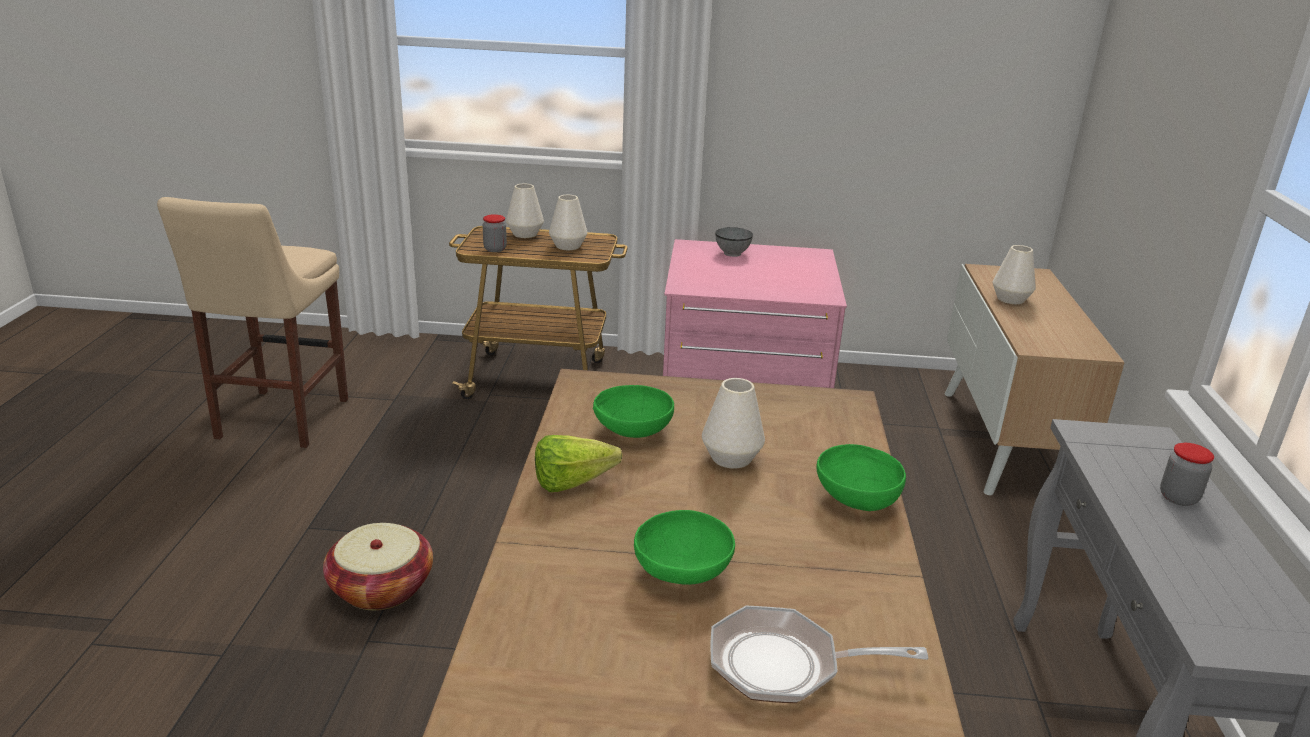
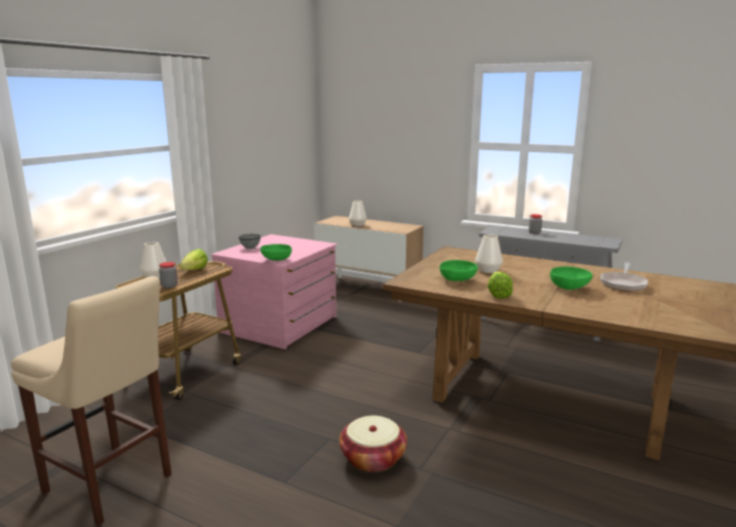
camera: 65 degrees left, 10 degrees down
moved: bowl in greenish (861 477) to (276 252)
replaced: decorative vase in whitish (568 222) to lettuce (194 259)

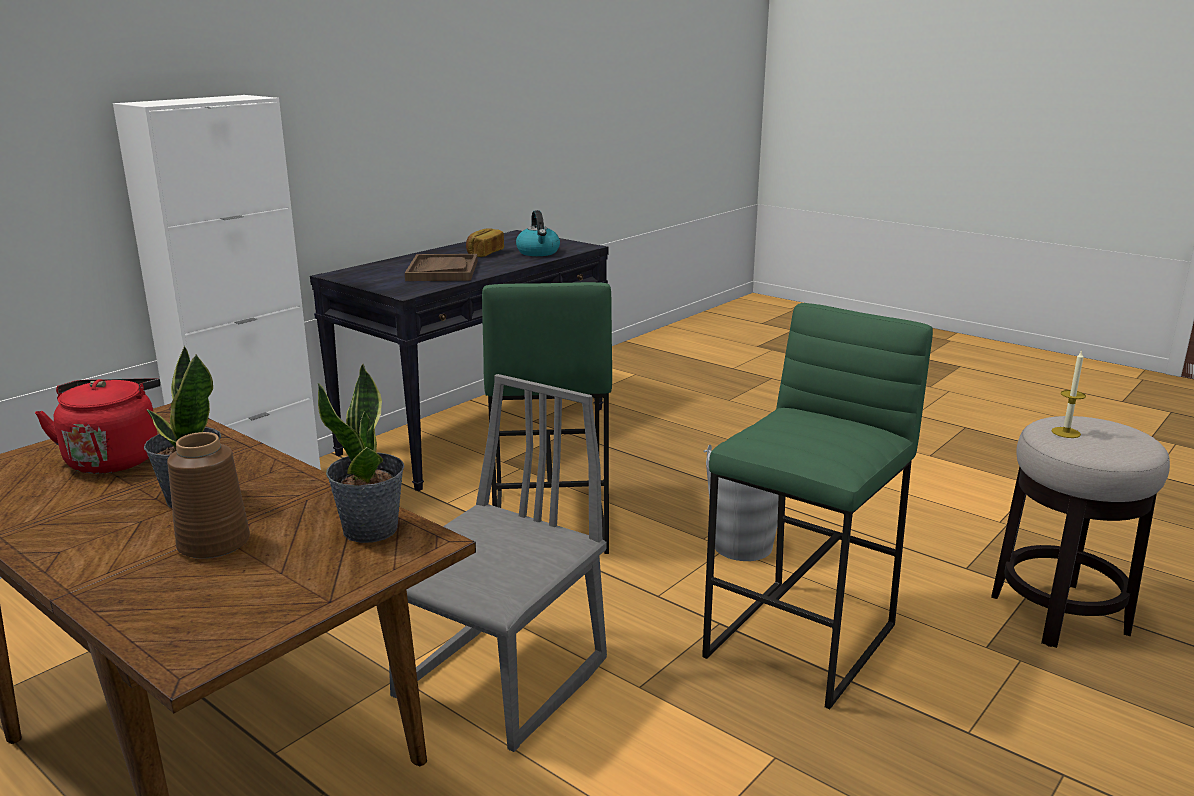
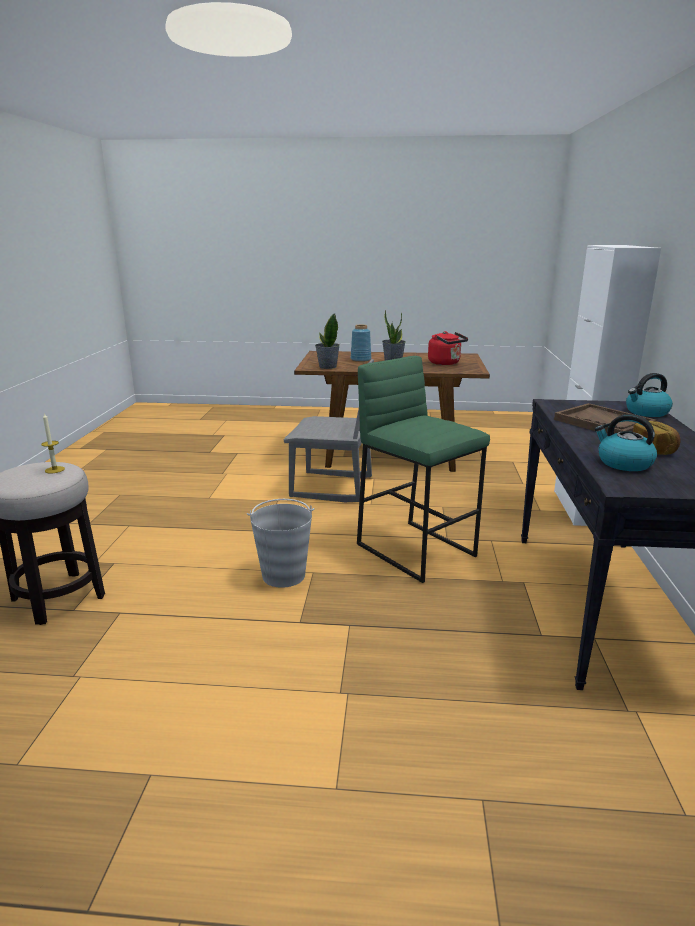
camera: 145 degrees right, 0 degrees up
removed: stool seat in greenish (817 506)
added: kettle (649 395)
recoloured: decorative vase in brown-coloured (208 495) to decorative vase in blue (361 343)
turned: upright chair in greyish (498 563) = (329 430) 75 degrees counterclockwise

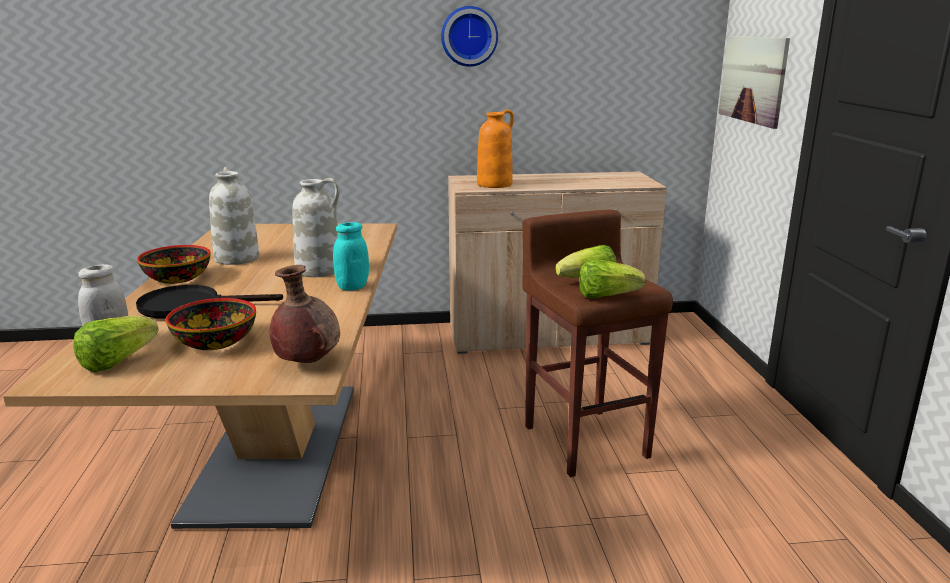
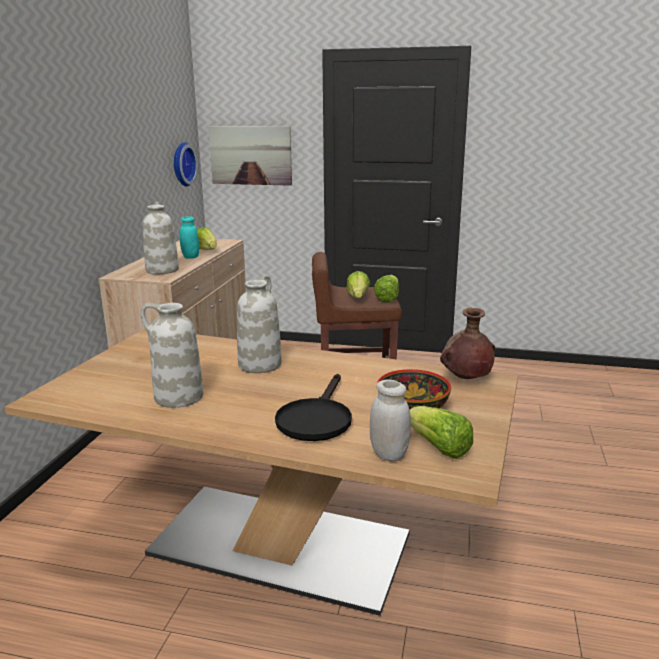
camera: 70 degrees left, 0 degrees up
removed: bowl (174 264)
added: lettuce (207 238)
moved: clock on the wall (469 36) to (186 164); jar in blue-green (351 256) to (189 237)
recoloured: decorative vase in orange (495 148) to decorative vase in whitish (160 237)

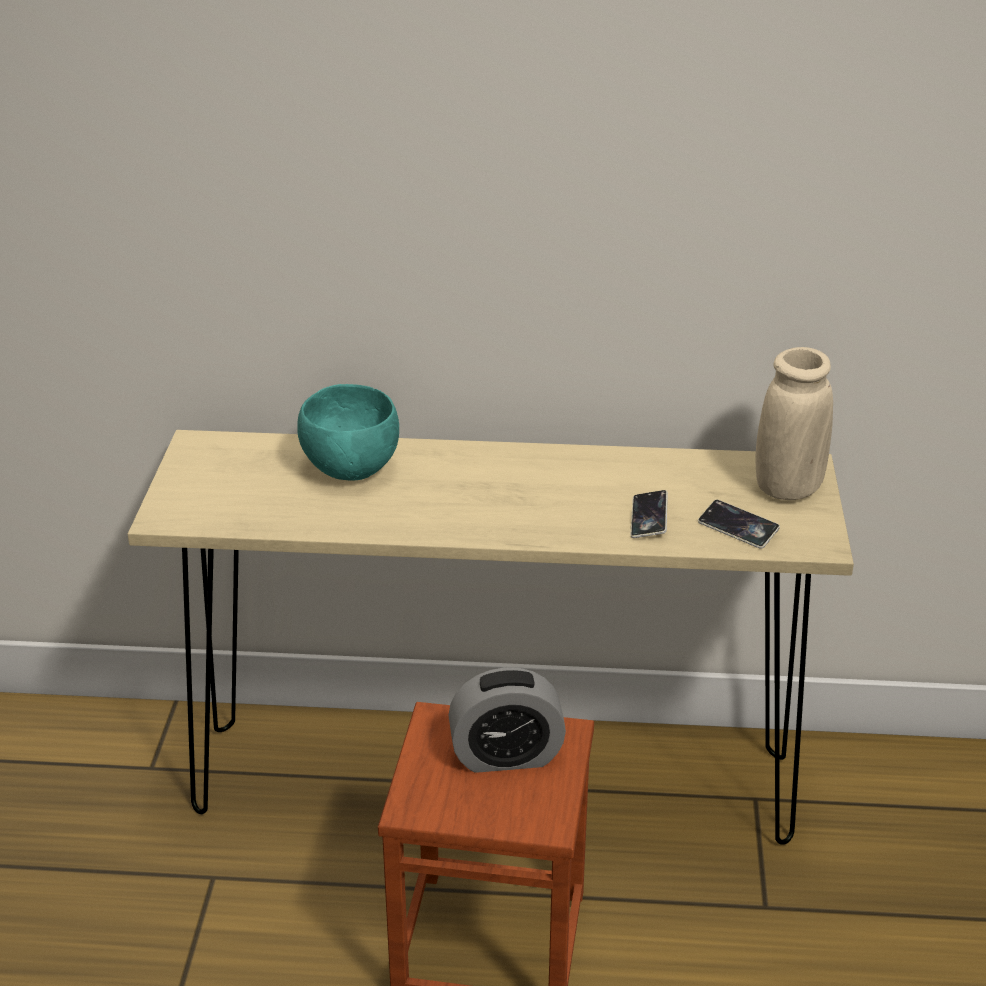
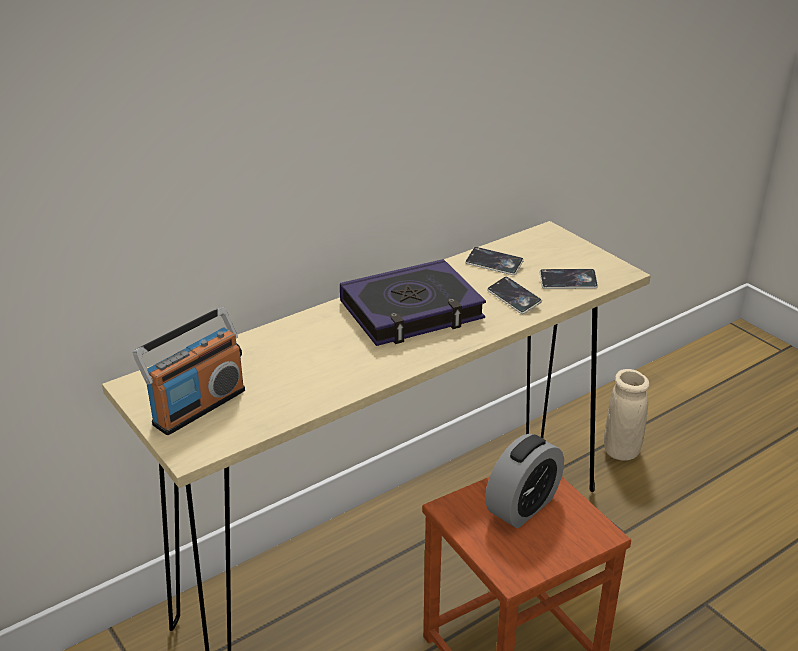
camera: 40 degrees left, 0 degrees up
removed: bowl in blue-green (348 432)
added: radio receiver (189 371); bound book (413 302); phone (494 261)
moved: decorative vase in sand-coloured (794 423) to (626 415)

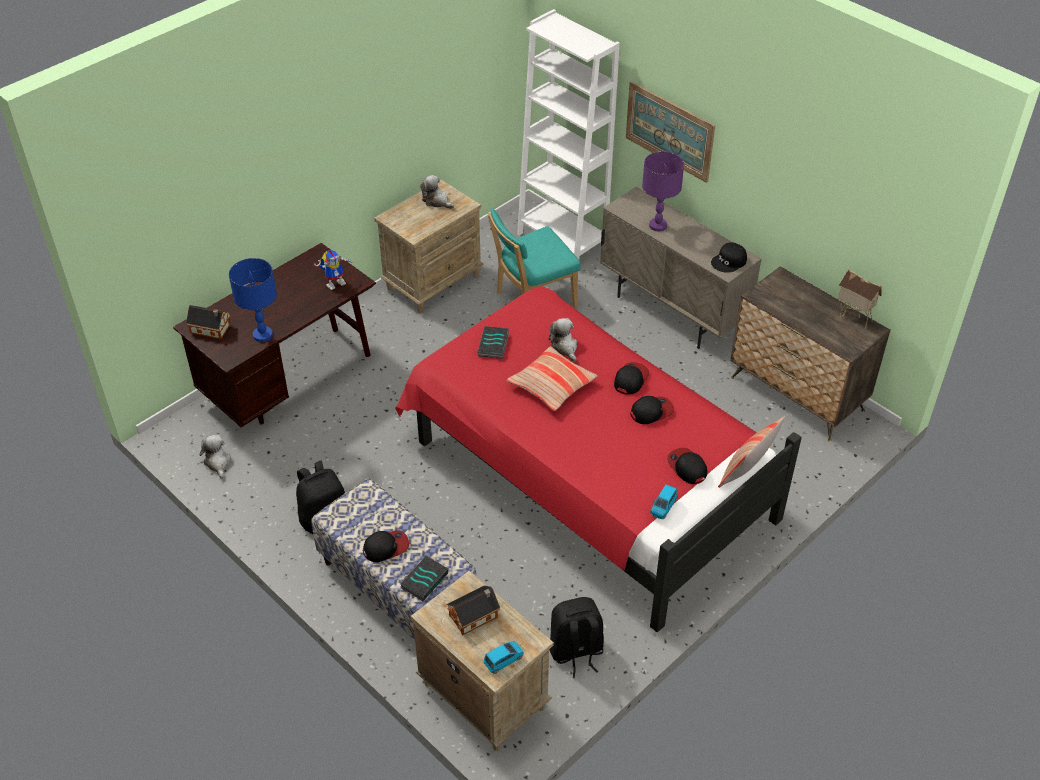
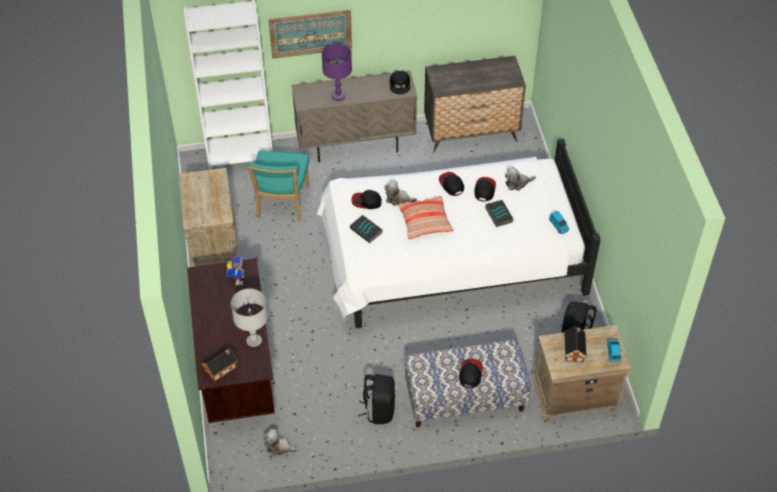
camera: 55 degrees left, 5 degrees up
removed: pillow (751 452); toy house (860 299)
moved: baseball cap (687 466) to (366 199); bound book (424 578) to (499 213); plush toy (437 192) to (520 178)
recoloured: table lamp in blue (253 300) to table lamp in greyish (249 318); sleeping bed in reddish (598 459) to sleeping bed in whitish (459 233)

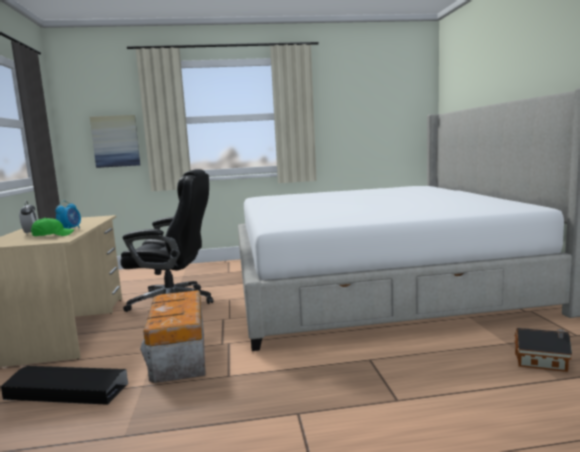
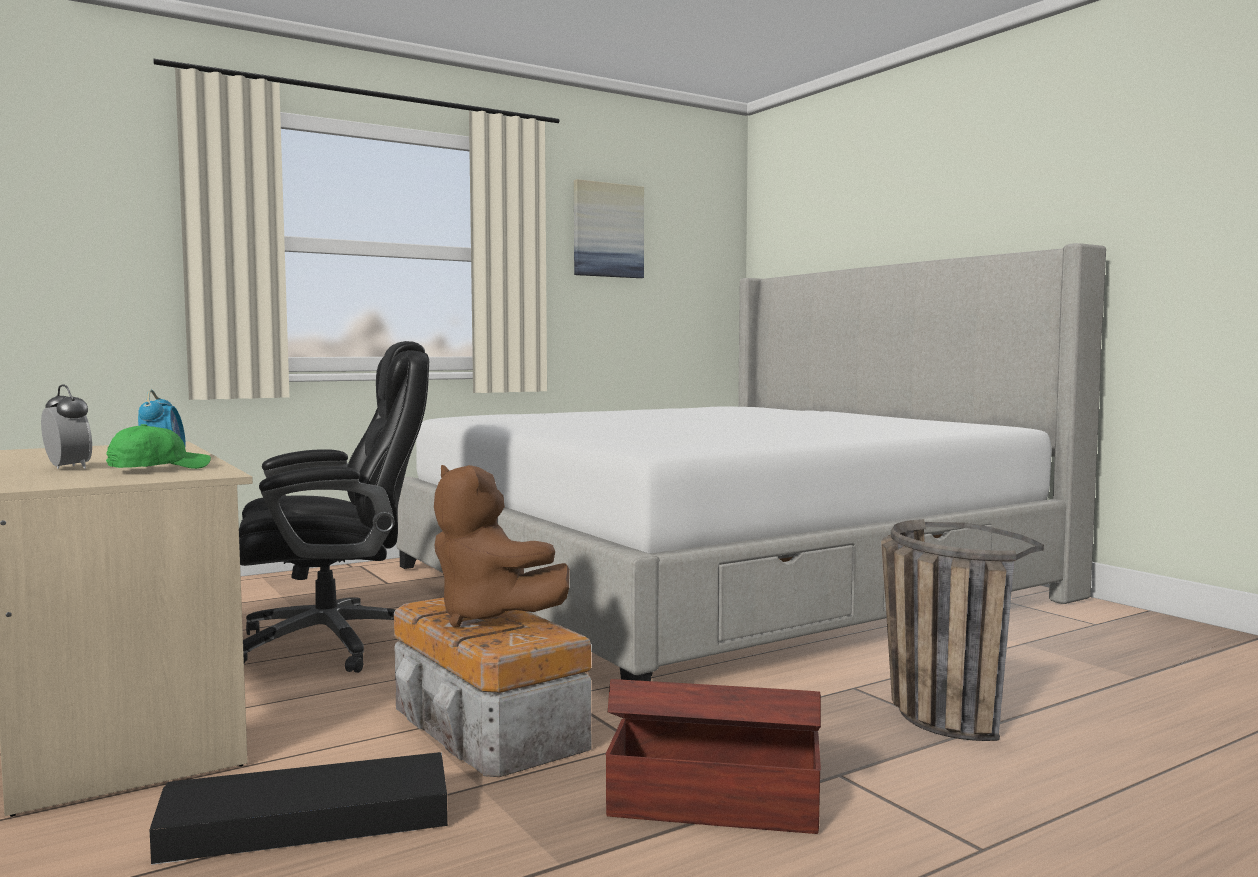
camera: 25 degrees left, 5 degrees down
removed: toy house (543 350)
added: plush toy in brown-coloured (502 546); storage container in brown-coloured (713 756); storage basket (962 630)
moved: wall picture (115 141) to (609 228)

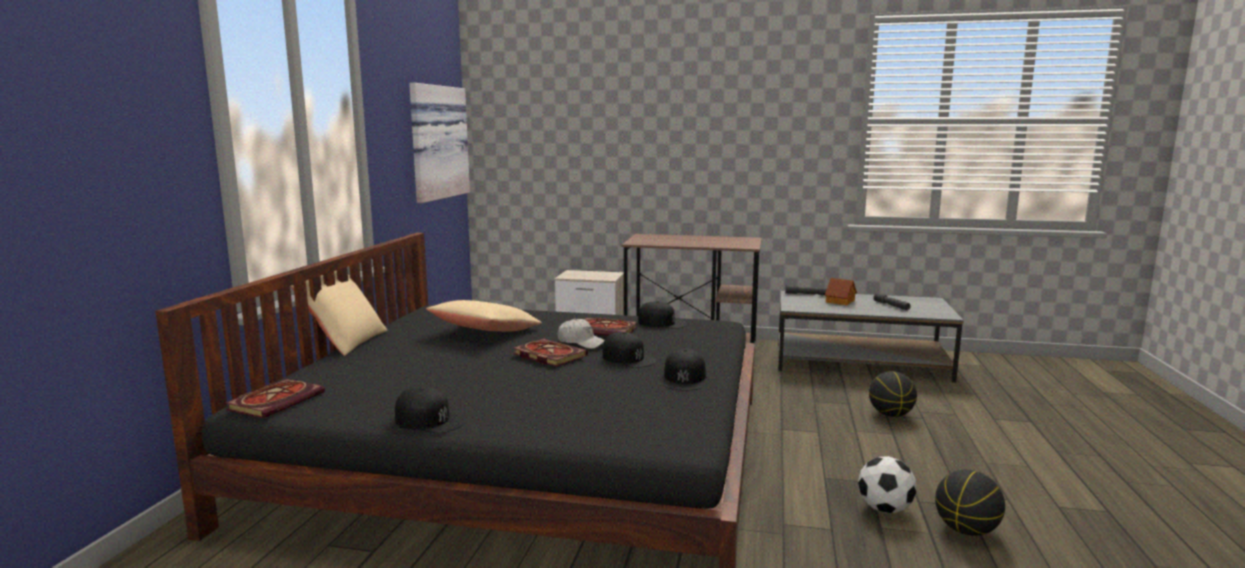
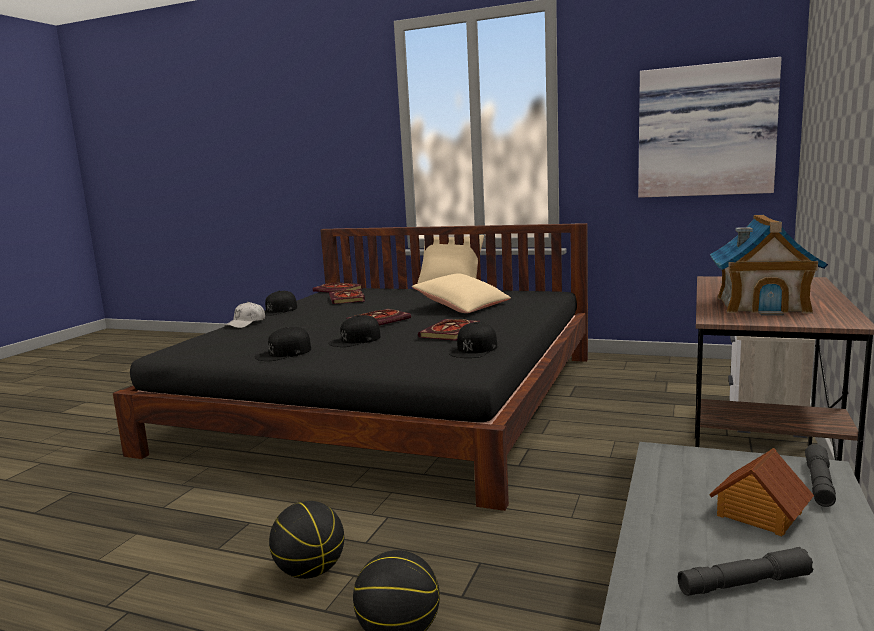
camera: 100 degrees right, 0 degrees up
removed: football ball (887 484)
added: bound book (347 296); toy house (769 265)
moved: baseball cap in whitish (581 333) to (244 315); basketball (970 503) to (306 540)
turned: baseball cap in black (684 369) = (283 344) 60 degrees counterclockwise

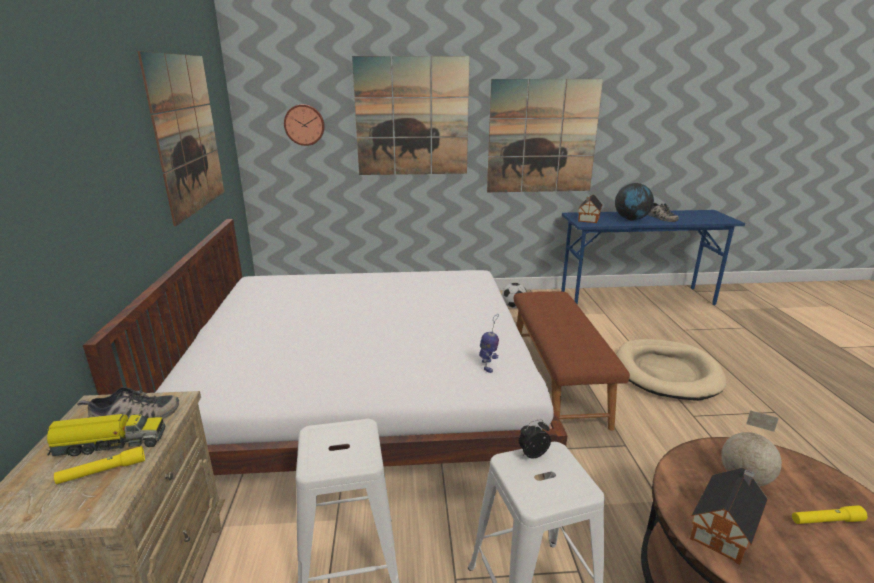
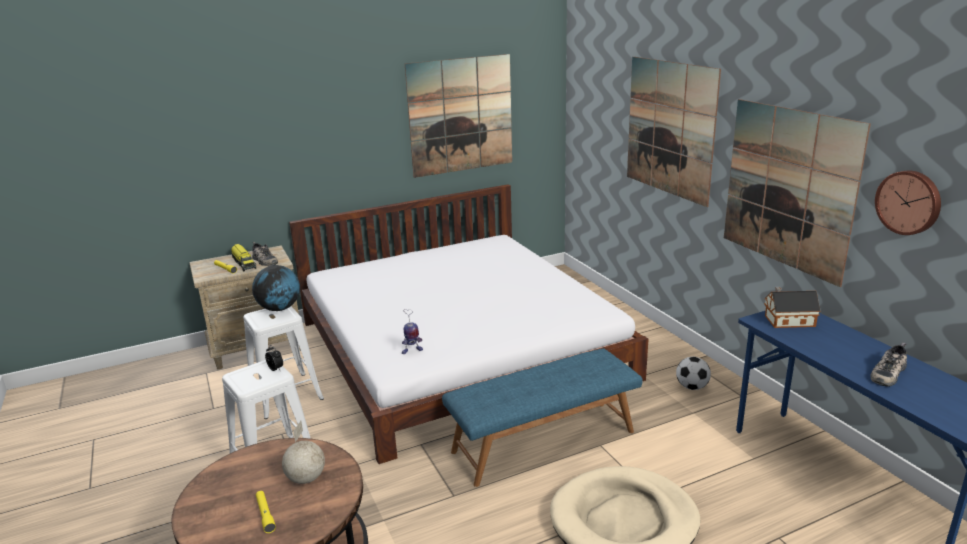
camera: 70 degrees right, 0 degrees up
removed: toy house (729 516)
moved: desk globe (634 202) to (276 288); clock on the wall (304 125) to (908 203)
recoloured: indoor bench in brown-coloured (572 361) to indoor bench in blue (542 417)

